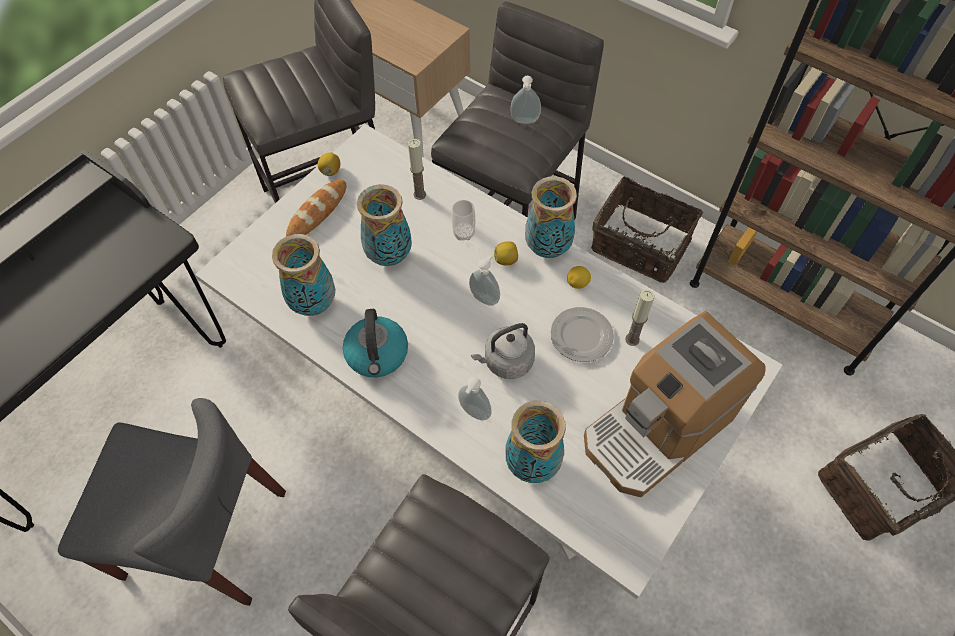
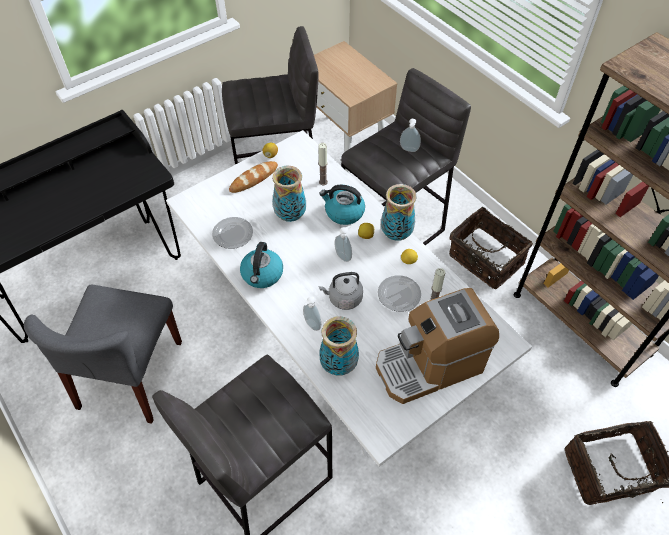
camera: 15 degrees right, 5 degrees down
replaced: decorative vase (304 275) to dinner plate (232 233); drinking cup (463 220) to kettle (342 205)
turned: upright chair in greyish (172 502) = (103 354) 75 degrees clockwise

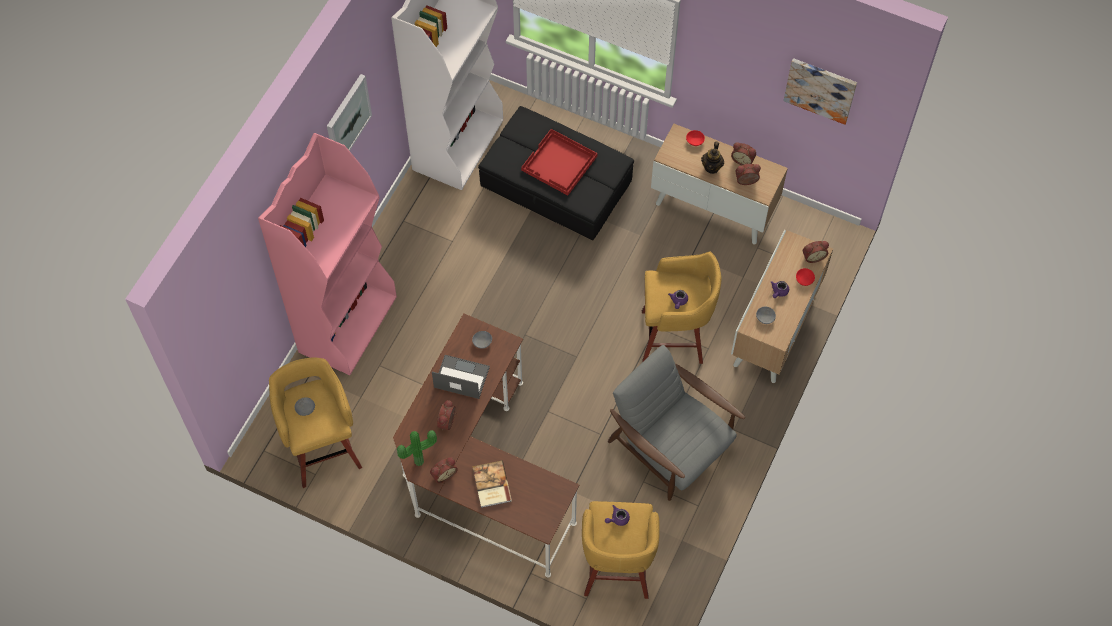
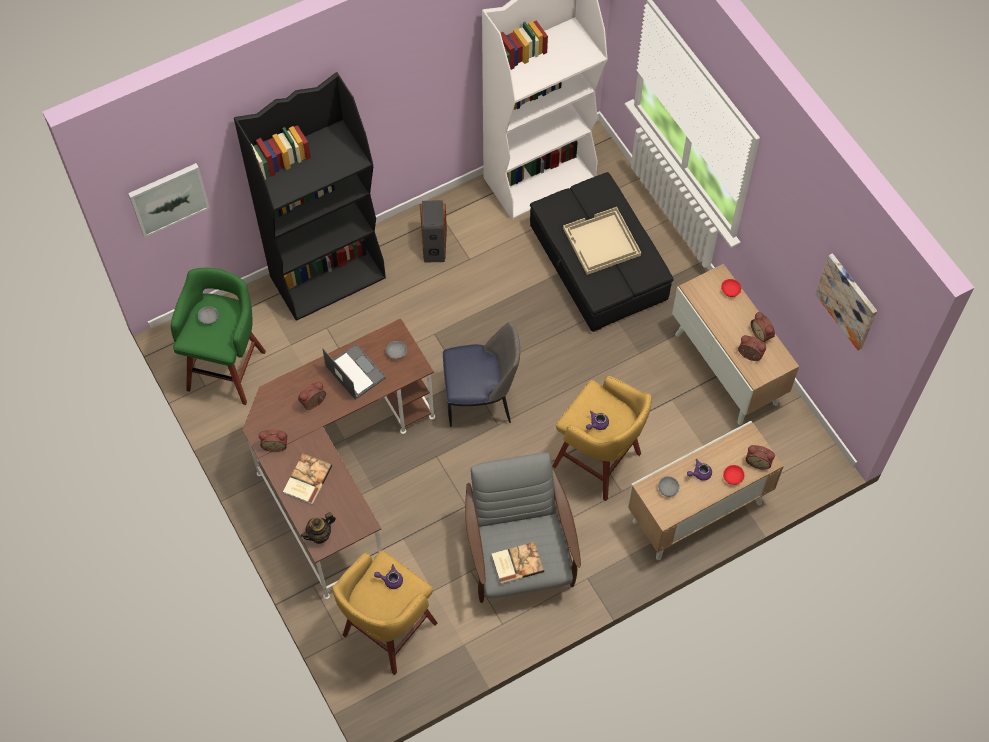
camera: 35 degrees right, 0 degrees up
removed: potted plant (417 448)
added: audio speaker (433 231); upright chair (481 374); bound book (517 563)
moved: wall picture (349 112) to (169 200); tea pot (712 158) to (318 528)
recoloured: stool seat in yellow (315 423) to stool seat in greenish (218 336); bookcase in pink (327 254) to bookcase in black (310 196); carrying tray in reddish (559 162) to carrying tray in sand-coloured (602 241)

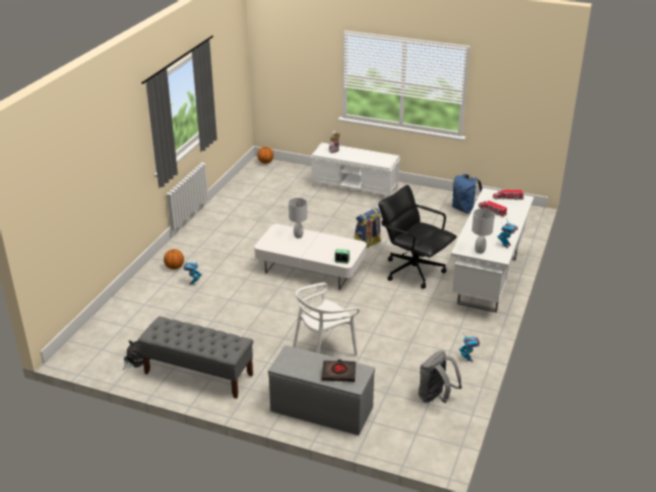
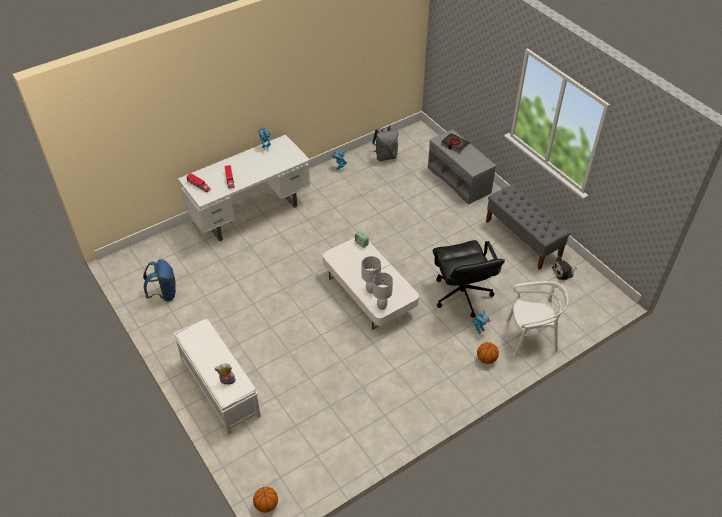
camera: 145 degrees left, 15 degrees up
removed: rucksack (367 228)
moved: table lamp in whitish (483 231) to (383 291); office chair in black (417 237) to (469 279); upright chair in whitish (326 319) to (537 319)

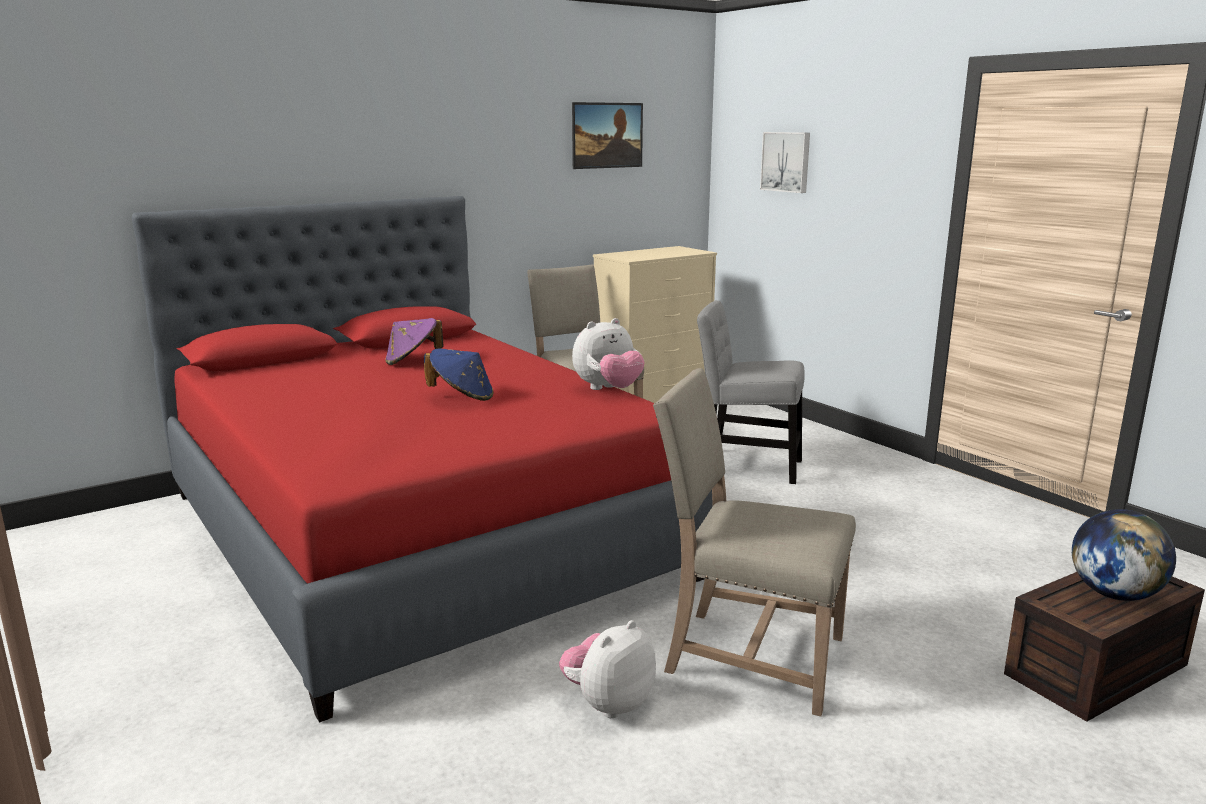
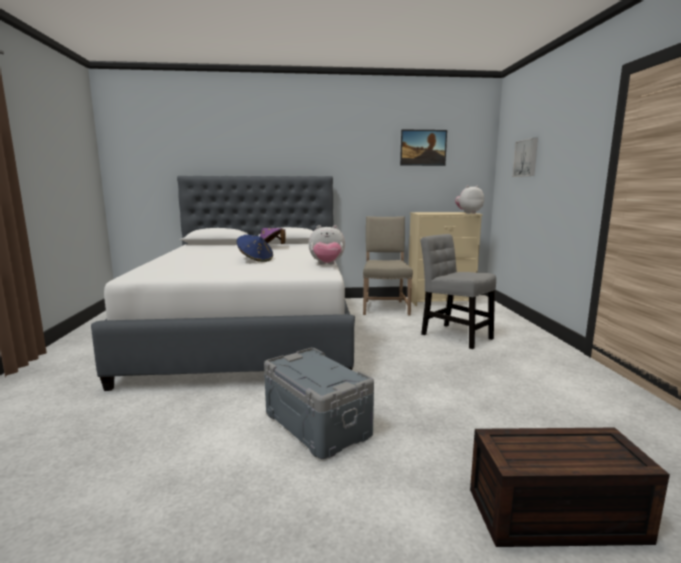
camera: 30 degrees right, 5 degrees down
removed: desk globe (1124 555)
moved: plush toy (607 669) to (469 199)
replaced: upright chair in sand-coloured (754 542) to storage container in greyish (319 403)
recoloured: sleeping bed in reddish (422 459) to sleeping bed in whitish (223 283)

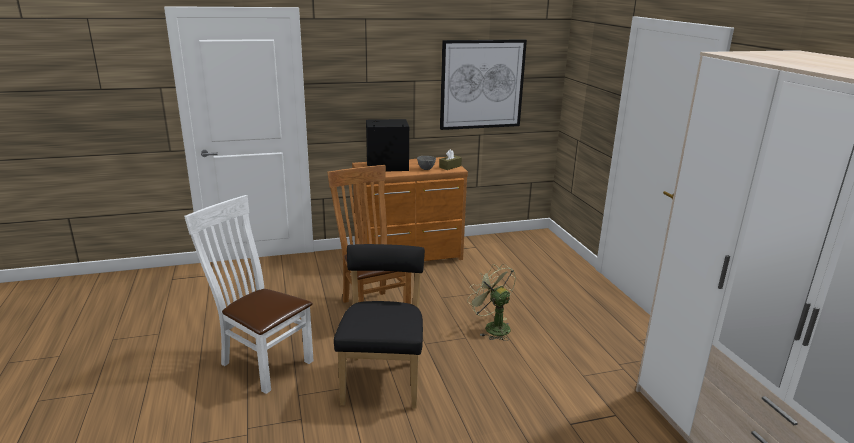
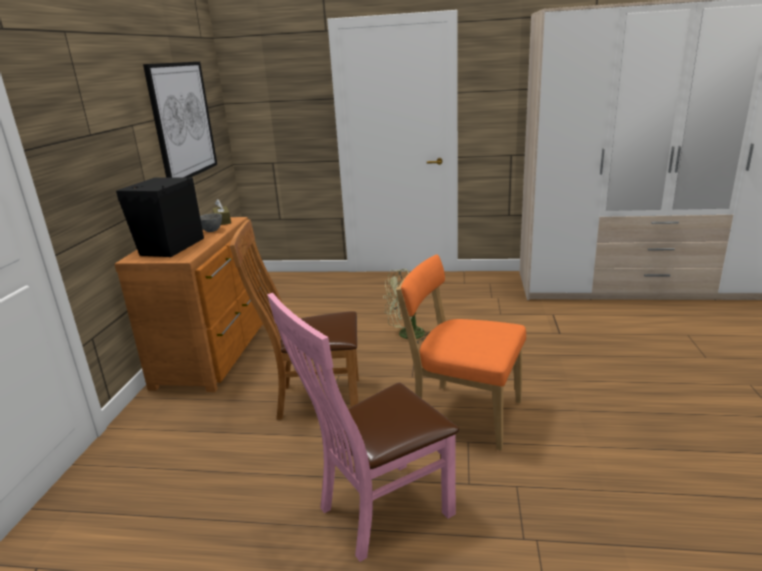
camera: 65 degrees left, 0 degrees up
recoloured: upright chair in whitish (249 294) to upright chair in pink (363 427); upright chair in black (379 326) to upright chair in orange (461 352)

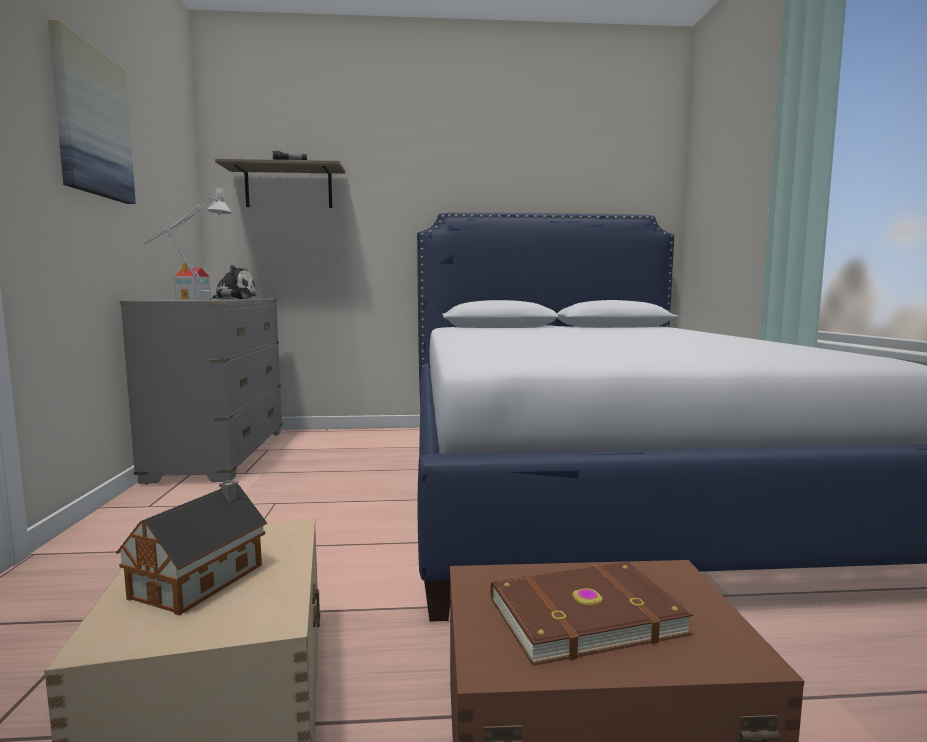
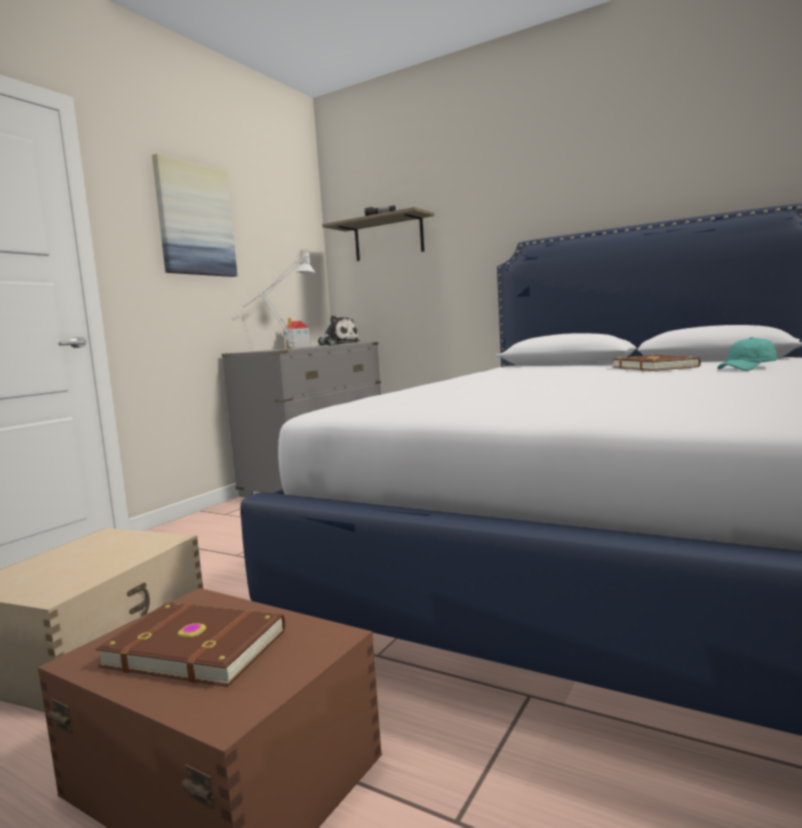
camera: 35 degrees right, 0 degrees up
removed: toy house (191 547)
added: bound book in brown-coloured (656 363); baseball cap in blue-green (747 354)

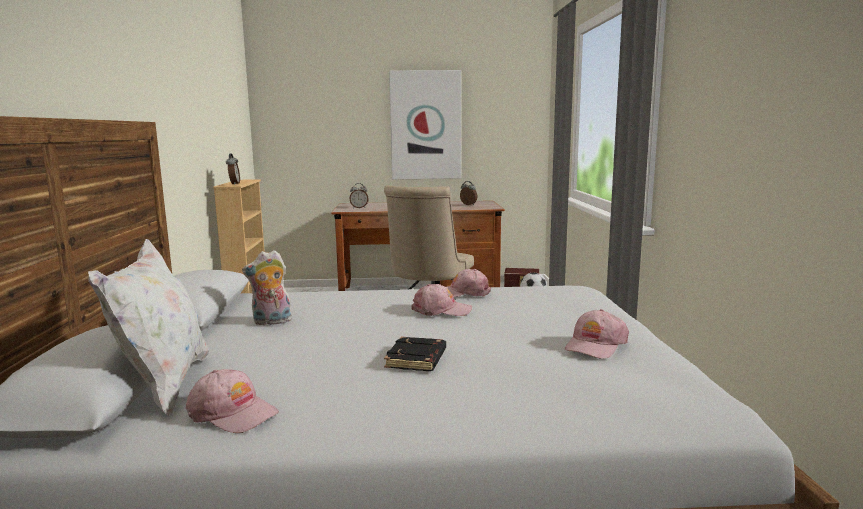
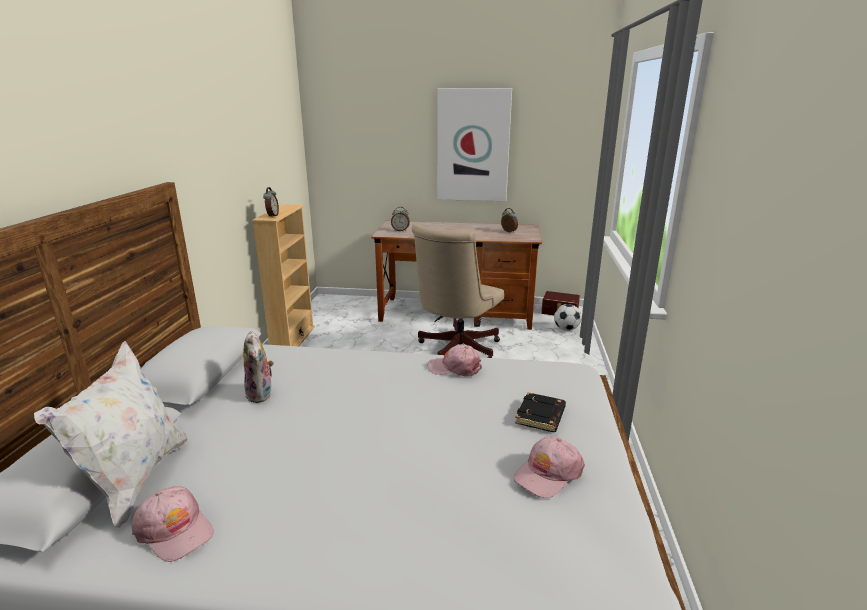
camera: 10 degrees right, 10 degrees up
removed: baseball cap in pink (441 300)
moved: bound book in black (415 353) to (540 412)
turned: plush toy (267 288) = (258 367) 105 degrees counterclockwise

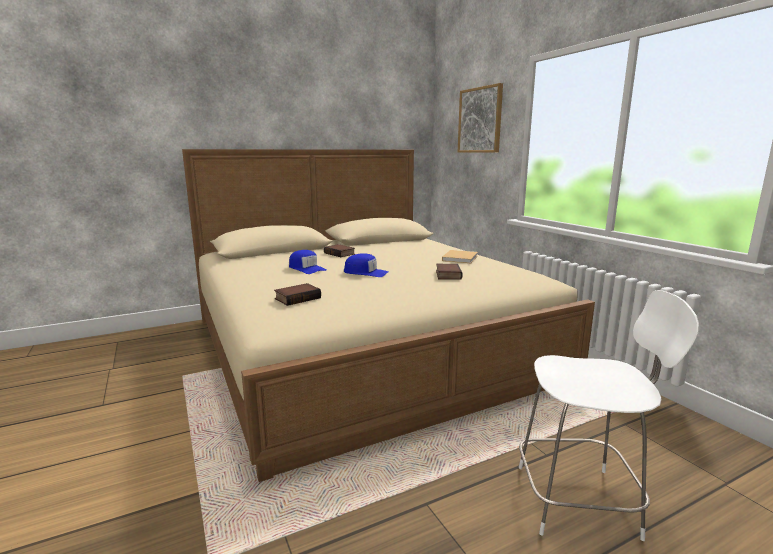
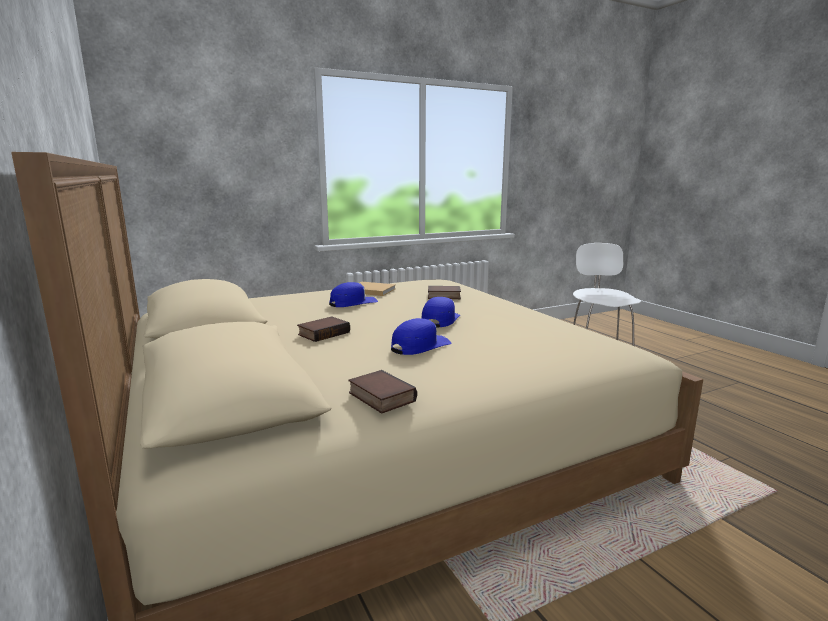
camera: 90 degrees left, 0 degrees up
removed: wall picture (480 118)
added: baseball cap in blue (353 294)
moved: bound book (297 294) to (382 392)

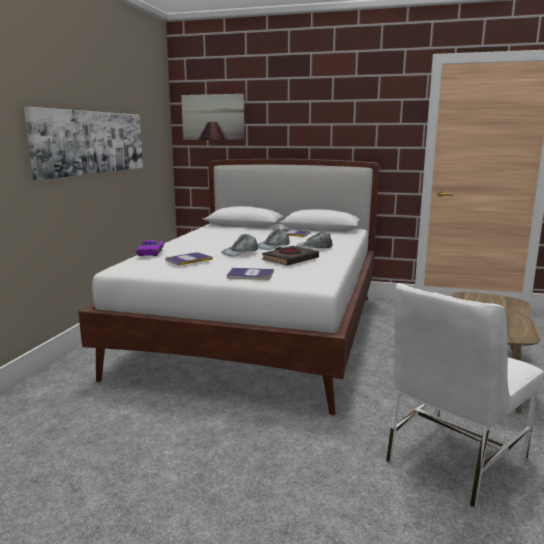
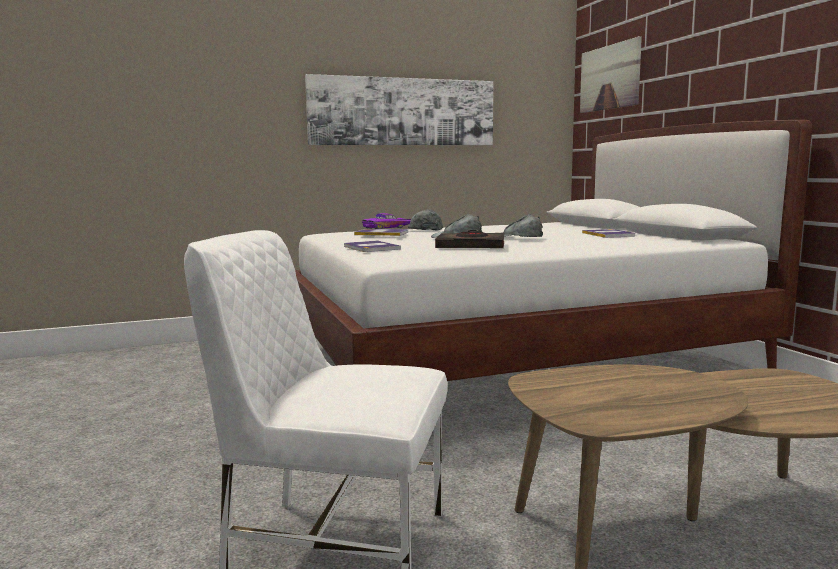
camera: 55 degrees right, 5 degrees down
moved: baseball cap in greyish (314 239) to (425 220)

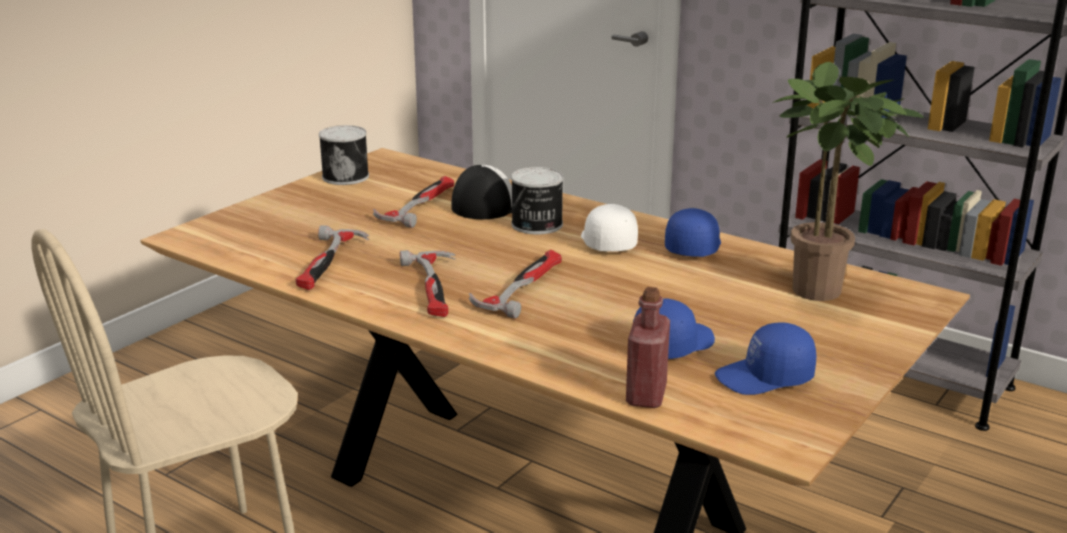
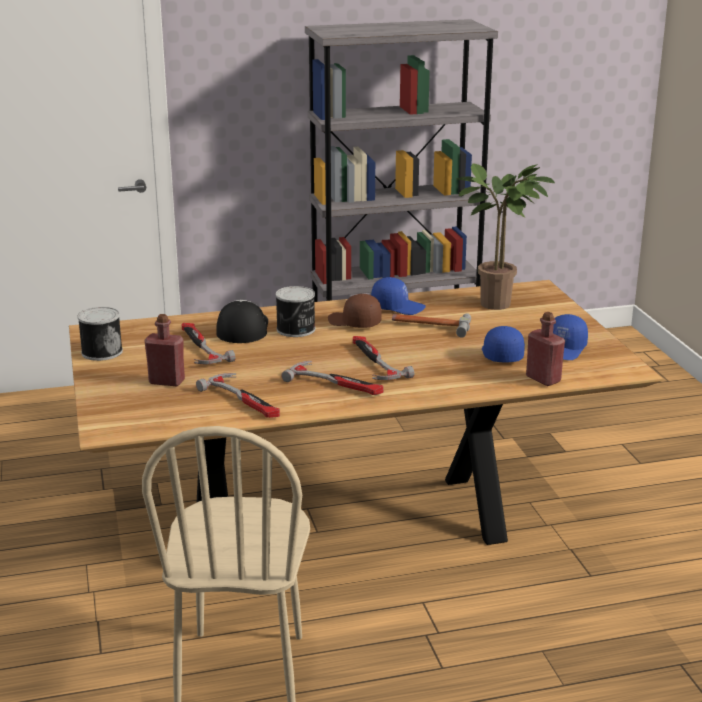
camera: 50 degrees left, 0 degrees up
added: drink bottle in reddish (164 350); tool hammer (431 325)
recoloured: baseball cap in whitish (609 228) to baseball cap in brown-coloured (355 311)
turned: baseball cap in blue (693 232) = (398 296) 135 degrees clockwise

